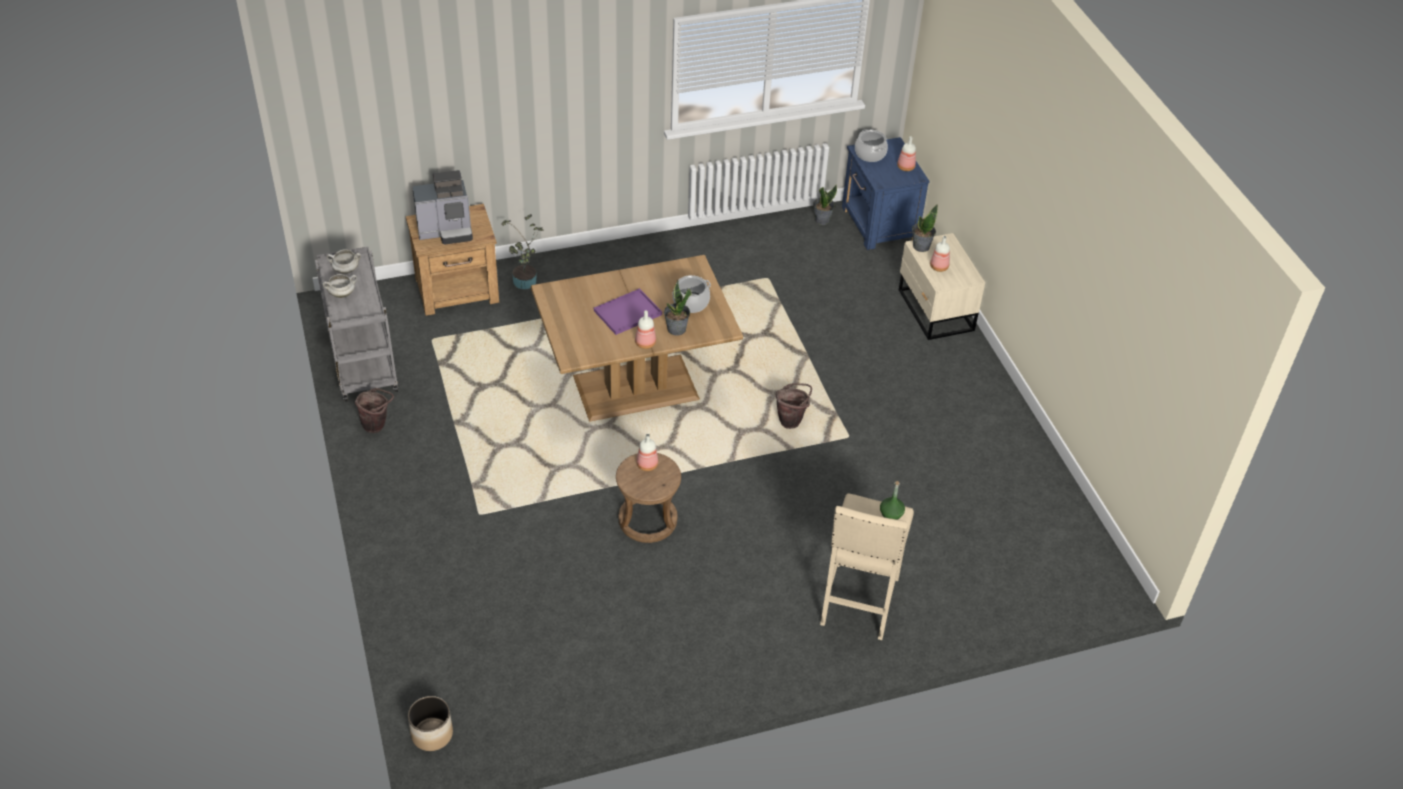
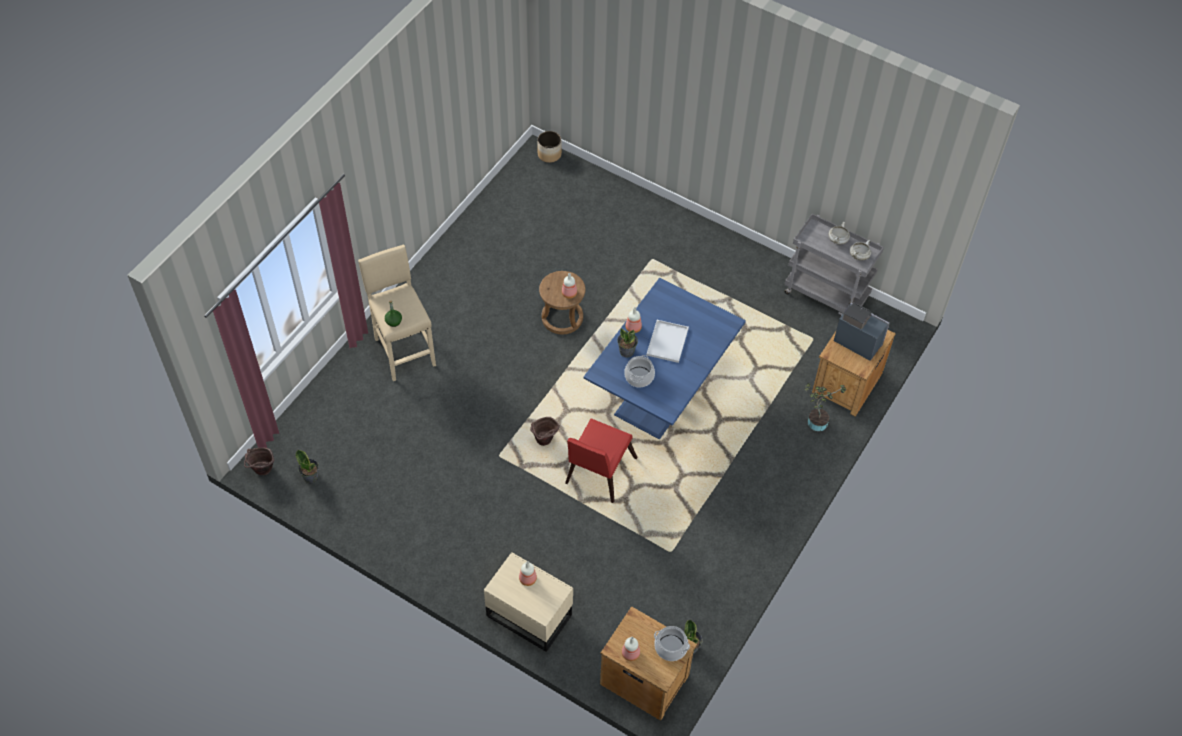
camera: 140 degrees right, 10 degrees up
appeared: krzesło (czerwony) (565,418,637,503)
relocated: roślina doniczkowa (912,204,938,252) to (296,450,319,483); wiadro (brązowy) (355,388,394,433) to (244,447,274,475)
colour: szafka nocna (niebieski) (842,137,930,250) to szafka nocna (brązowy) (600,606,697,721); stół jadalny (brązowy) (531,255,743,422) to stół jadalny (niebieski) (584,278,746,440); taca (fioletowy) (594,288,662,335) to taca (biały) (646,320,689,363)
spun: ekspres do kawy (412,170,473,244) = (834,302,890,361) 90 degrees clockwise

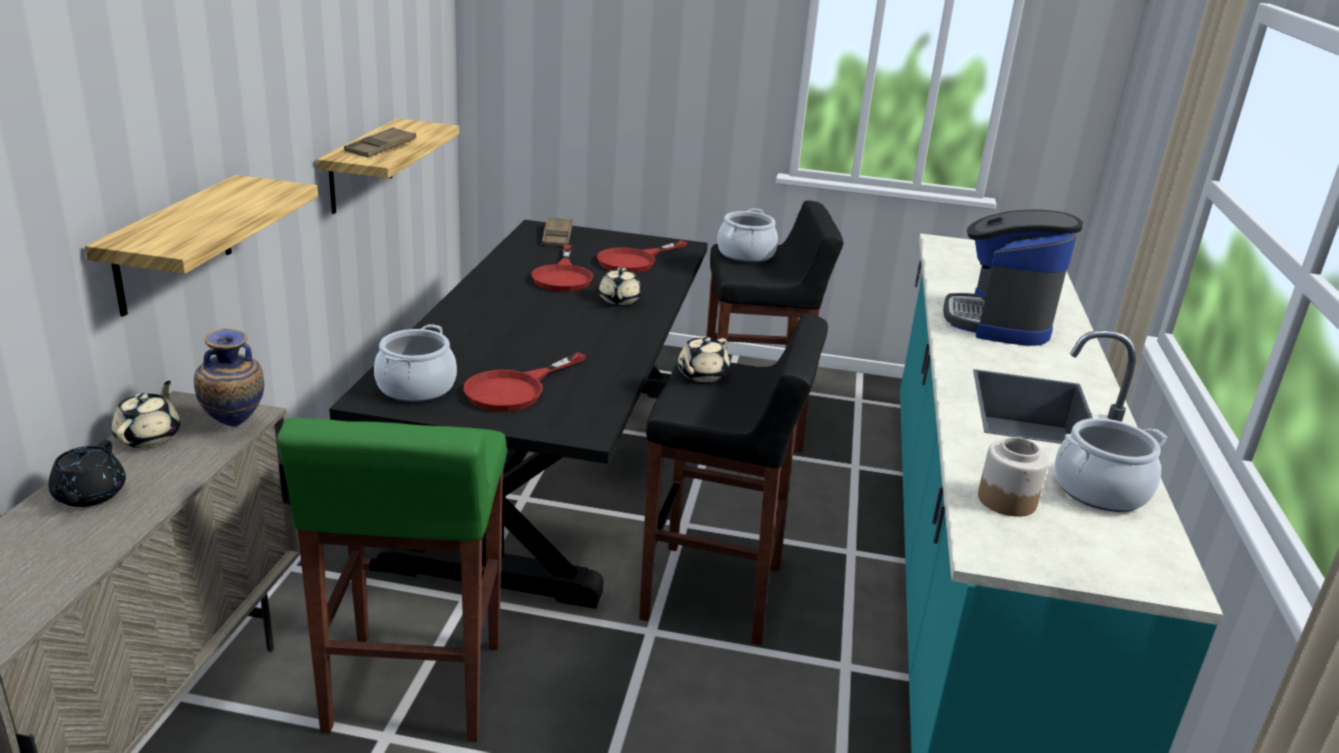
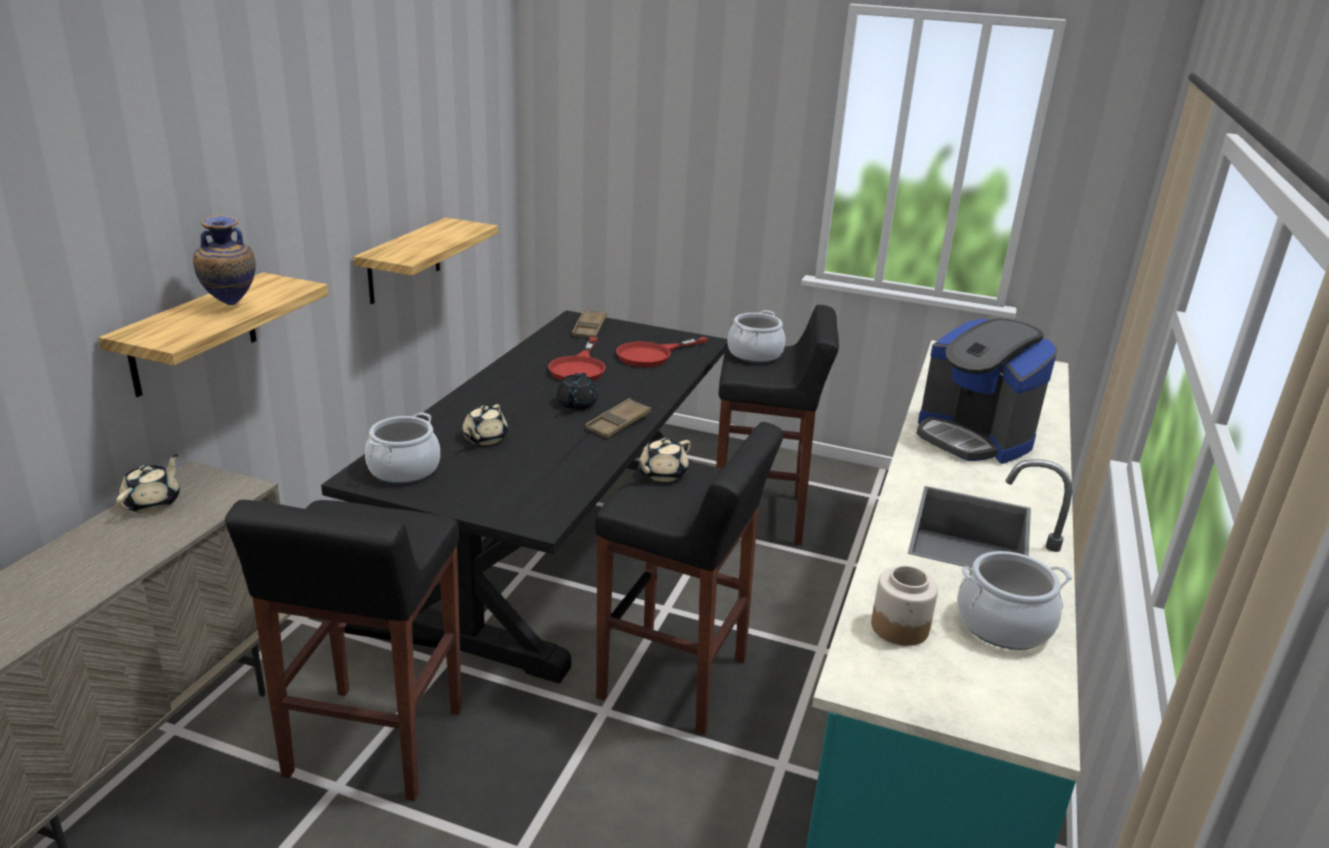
camera: 10 degrees right, 0 degrees up
missing: patelnia (czerwony) (463,352,586,412)
relocated: taca (brązowy) (344,127,416,157) to (585,398,651,439); imbryk (beżowy) (598,267,641,305) to (462,404,508,445); wazon (194,328,264,427) to (193,215,256,305); imbryk (czarny) (48,440,126,507) to (556,373,598,410)
colour: stołek (zielony) (277,418,507,742) to stołek (czarny) (225,500,462,801)
spun: ekspres do kawy (943,209,1083,346) = (916,318,1057,464) 60 degrees counterclockwise

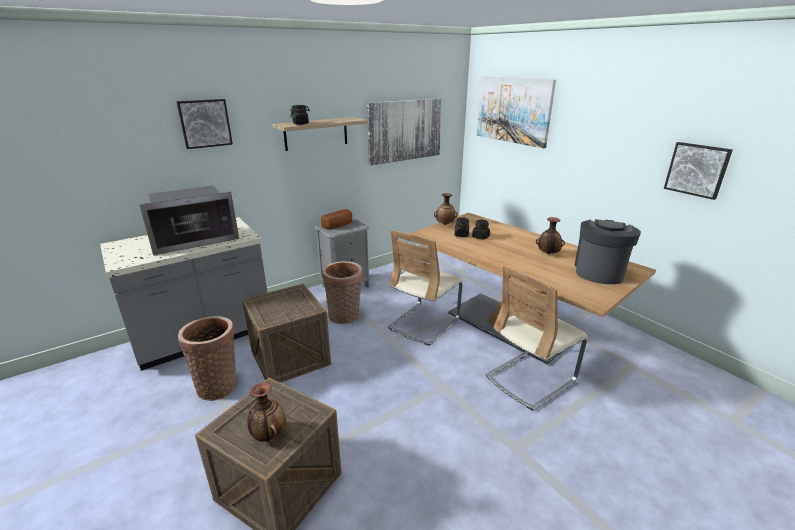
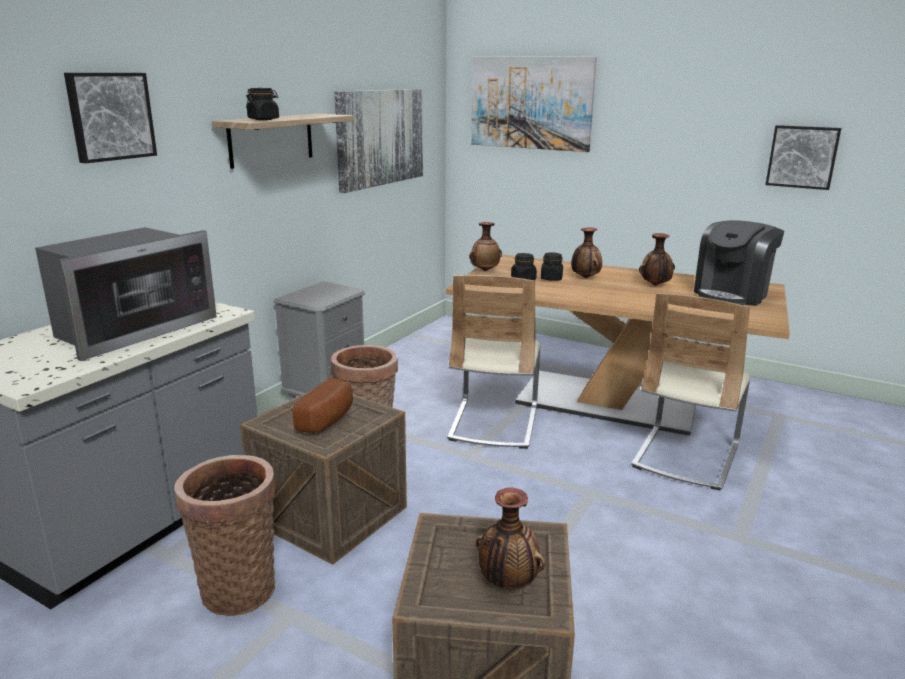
camera: 25 degrees left, 5 degrees down
appeared: wazon (571,228,602,278)
relocated: chleb (321,209,352,229) to (293,378,353,433)
spun: ekspres do kawy (575,219,641,284) = (694,220,784,306) 135 degrees counterclockwise

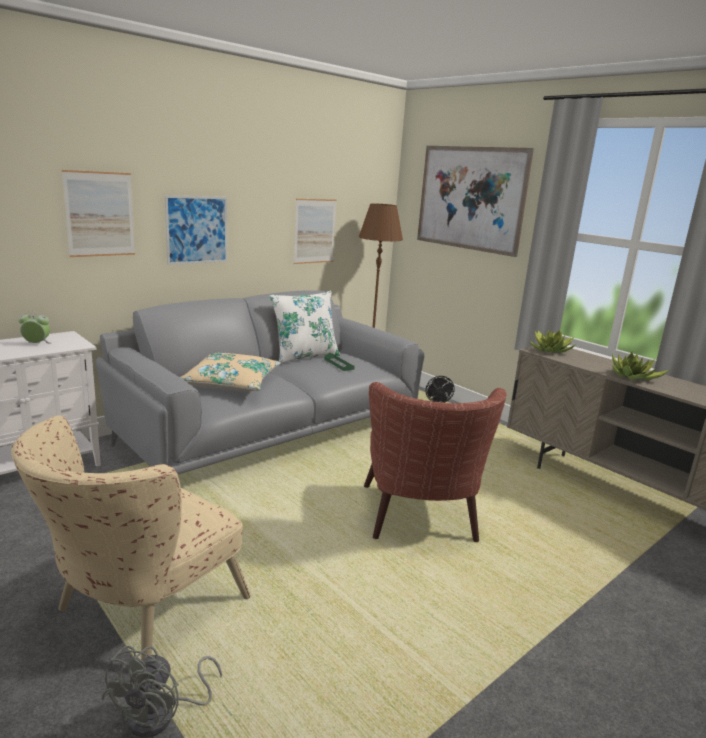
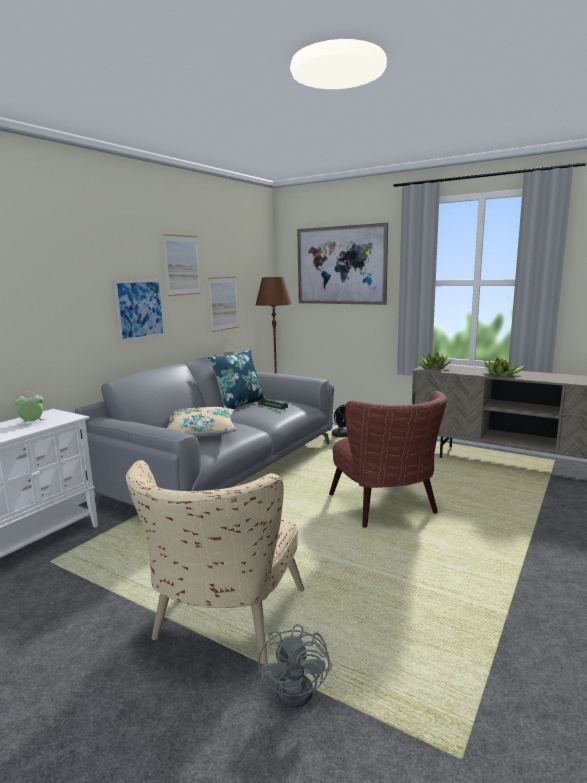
camera: 15 degrees left, 5 degrees down
relocated: obraz (62,170,135,257) to (163,234,201,296)
colour: poduszka (biały) (269,291,340,363) to poduszka (niebieski) (207,349,266,409)

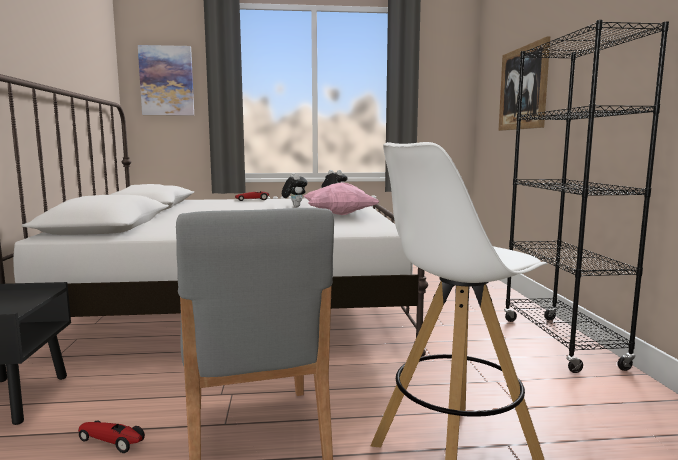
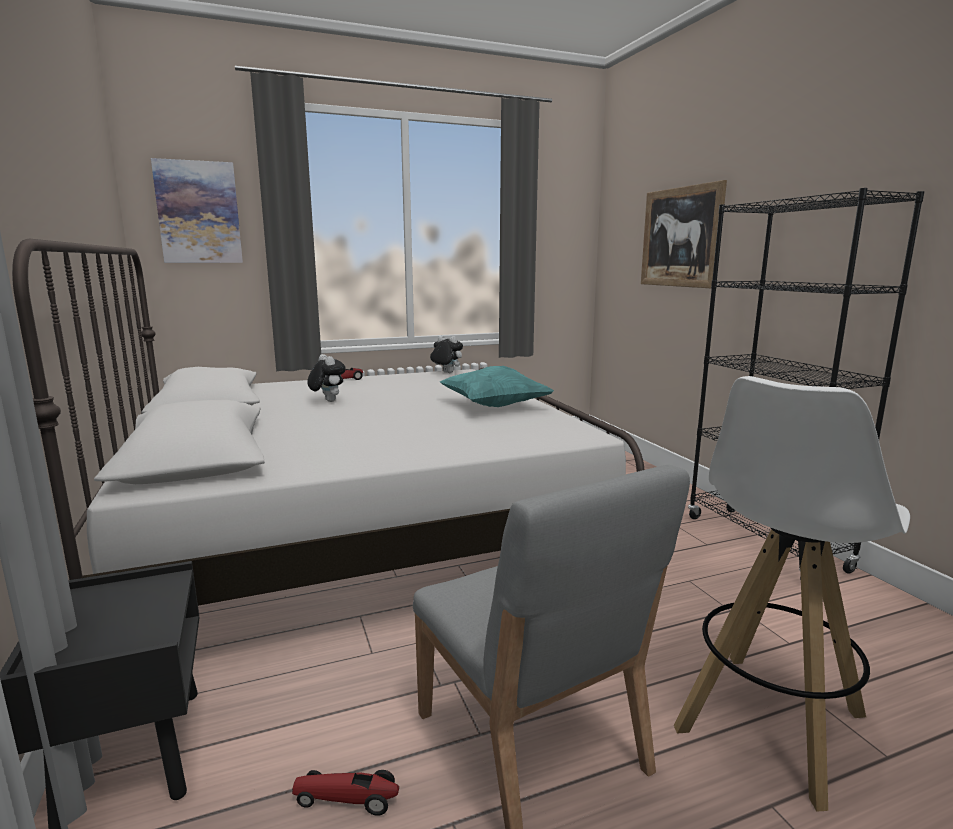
camera: 15 degrees left, 5 degrees up
relocated: pluszak (282,173,308,207) to (307,354,346,402)
colour: poduszka (różowy) (304,183,379,215) to poduszka (turkusowy) (440,366,554,407)

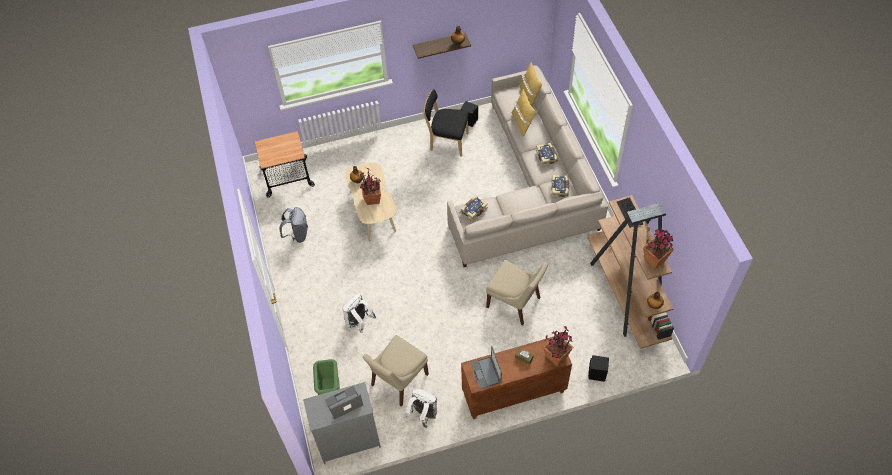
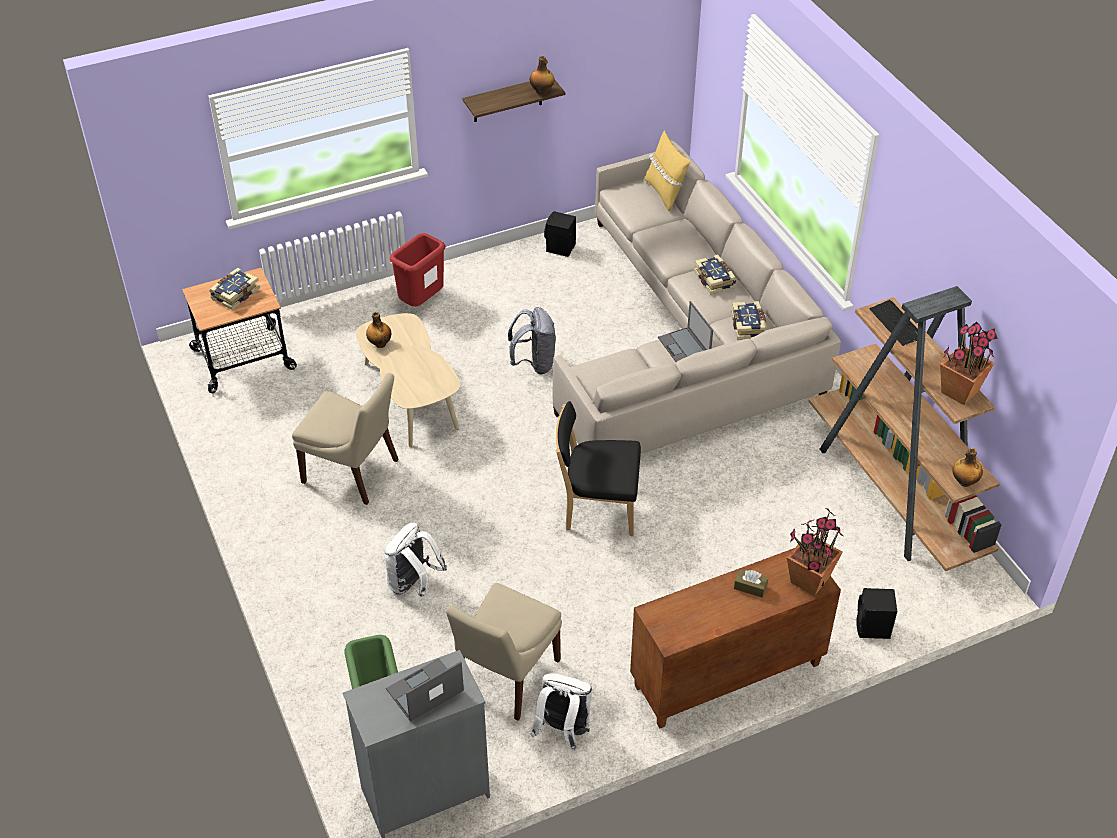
camera: 10 degrees left, 10 degrees down
missing: poduszka (żółty) (512,89,536,137); roślina doniczkowa (359,168,382,205)
appeared: kosz na śmieci (czerwony) (390,233,446,306)
relocated: krzesło (czarny) (423,89,469,157) to (556,401,641,536); książka (460,196,488,222) to (209,268,260,310); plecak (szary) (280,207,308,243) to (508,307,556,374); krzesło (beżowy) (486,260,548,326) to (292,373,399,505); laptop (470,346,502,389) to (658,301,713,362)

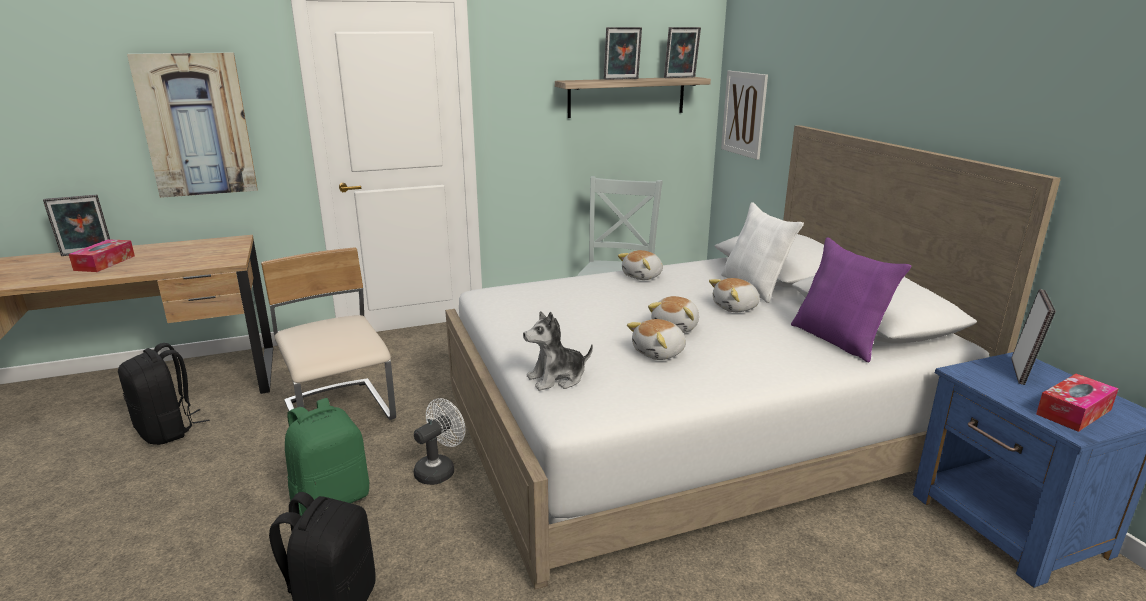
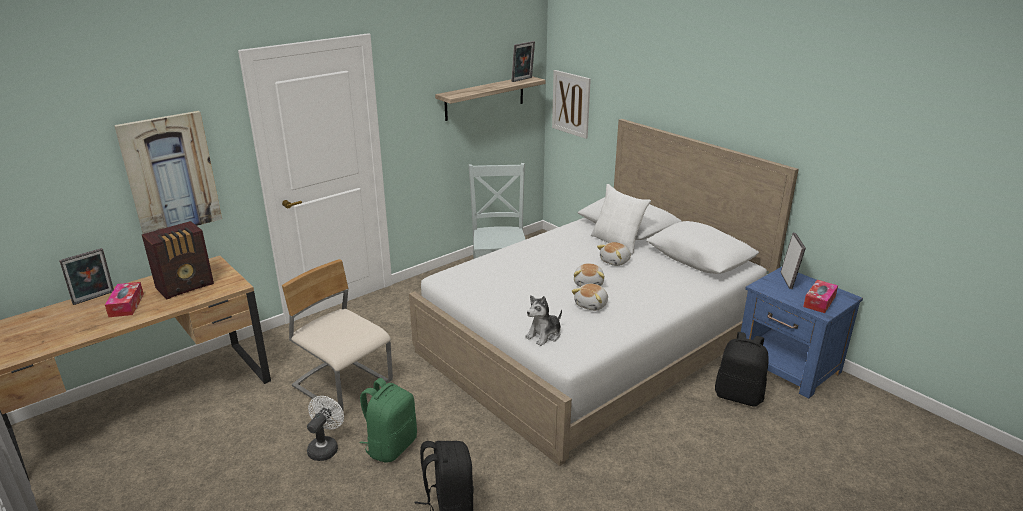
camera: 20 degrees left, 5 degrees up
missing: ramka na zdjęcie (604,27,642,80); poduszka (fioletowy) (791,237,911,362); pluszak (618,250,663,280)
appeared: radio (142,221,214,299)
relocated: plecak (czarny) (118,343,209,445) to (715,332,769,407); wentylator (biały) (414,398,465,485) to (307,396,344,461)

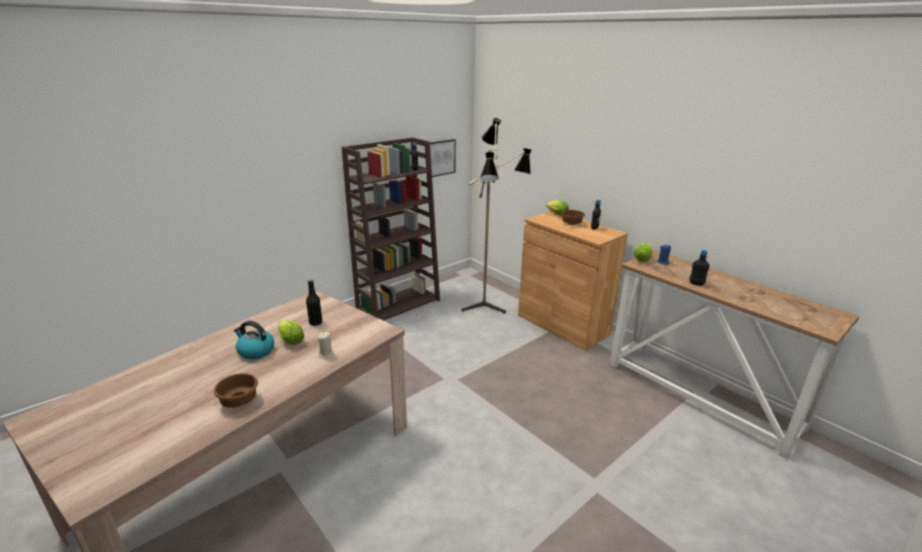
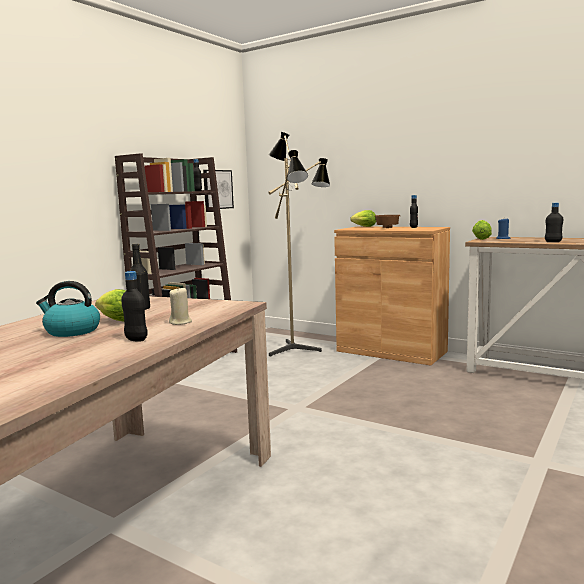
camera: 15 degrees left, 15 degrees down
missing: miska (brązowy) (214,373,258,408)
appeared: butelka (czarny) (121,271,148,342)

